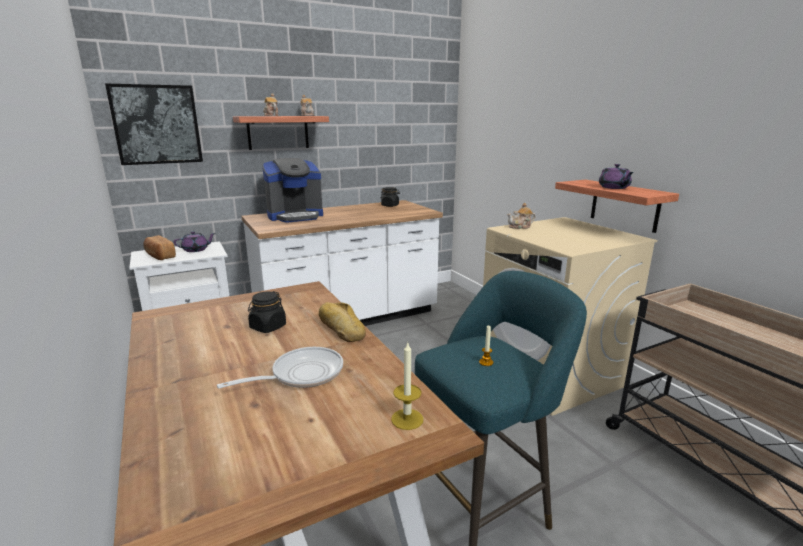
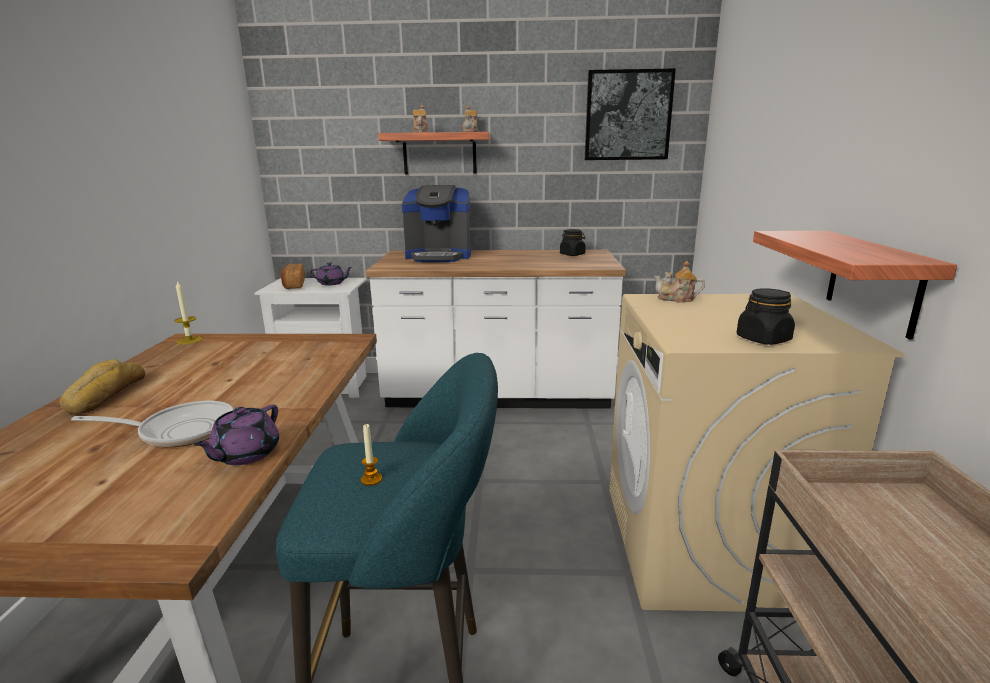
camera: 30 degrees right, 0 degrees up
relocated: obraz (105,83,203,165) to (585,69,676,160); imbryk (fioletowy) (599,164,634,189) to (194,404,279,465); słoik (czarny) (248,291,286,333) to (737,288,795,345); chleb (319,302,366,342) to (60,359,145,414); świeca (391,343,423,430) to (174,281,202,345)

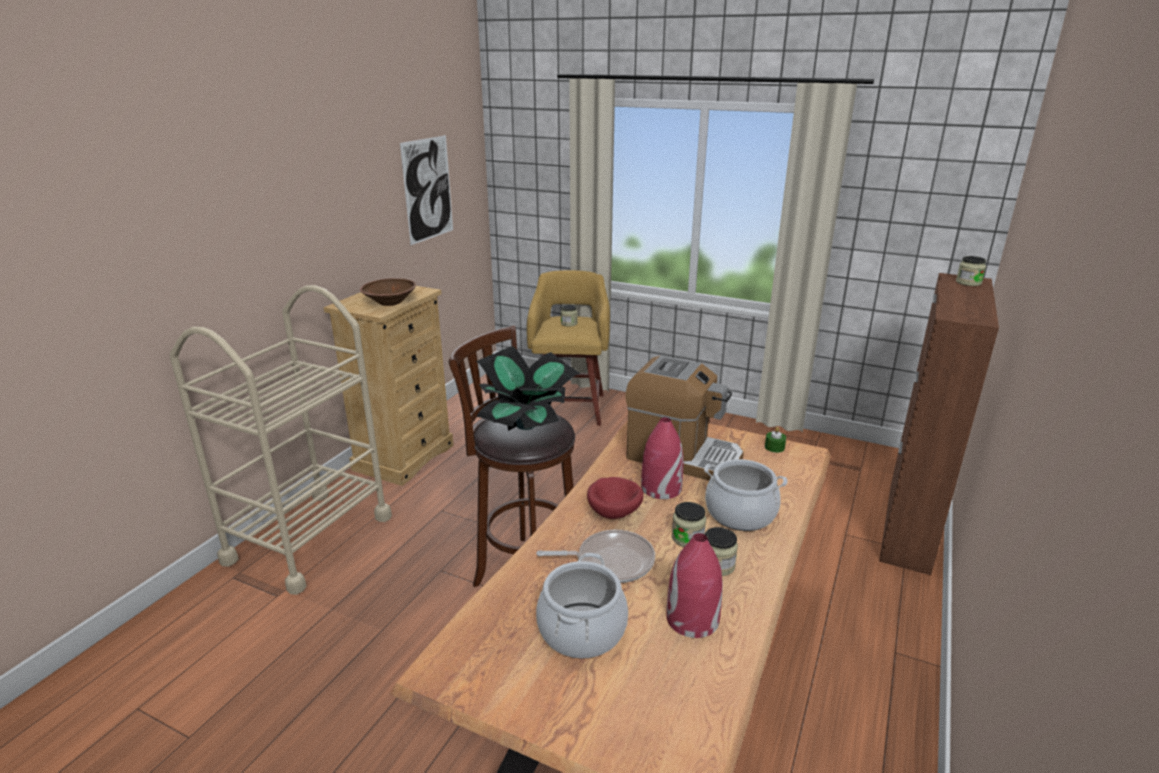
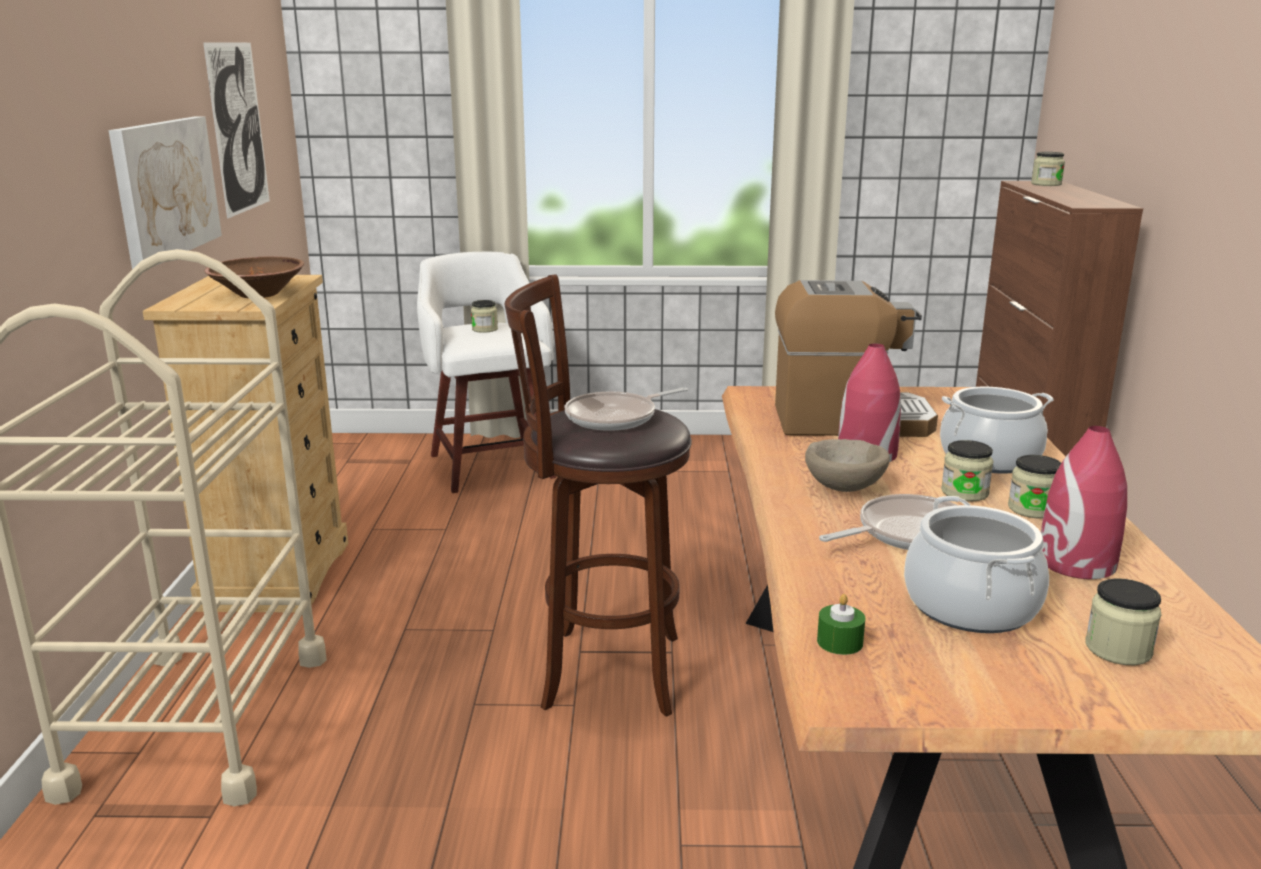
camera: 25 degrees left, 5 degrees down
appeared: obraz (108,116,222,269); słoik (1085,578,1162,665)
relocated: świeca (zielony) (765,427,786,453) to (817,594,865,655)
exchanged: roślina doniczkowa (476,346,580,431) to patelnia (565,387,688,431)
colour: stołek (żółty) (527,270,610,426) to stołek (biały) (417,252,556,493); miska (czerwony) (587,477,644,519) to miska (beżowy) (805,439,890,492)

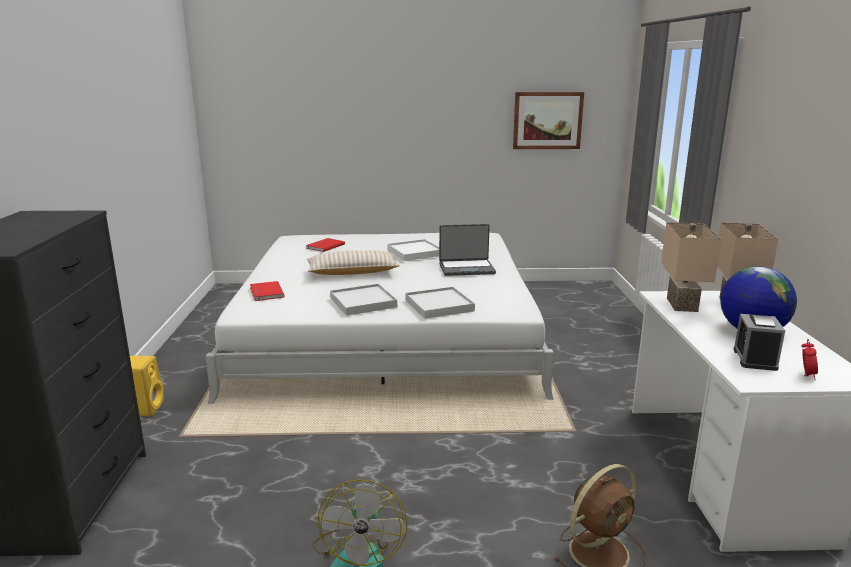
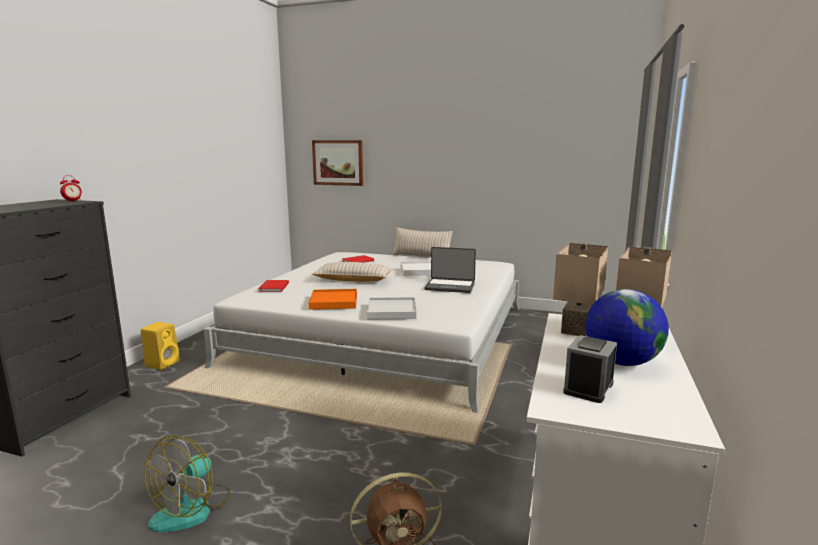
camera: 20 degrees right, 5 degrees down
appeared: poduszka (beżowy) (393,227,453,257)
relocated: obraz (513,92,584,149) to (312,140,363,186); budzik (801,339,818,379) to (60,175,82,202)
colour: taca (biały) (330,284,397,316) to taca (pomarańczowy) (309,289,357,310)

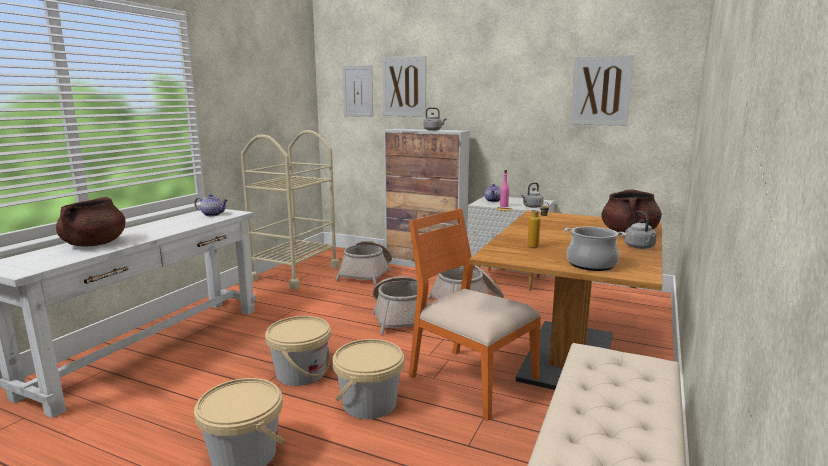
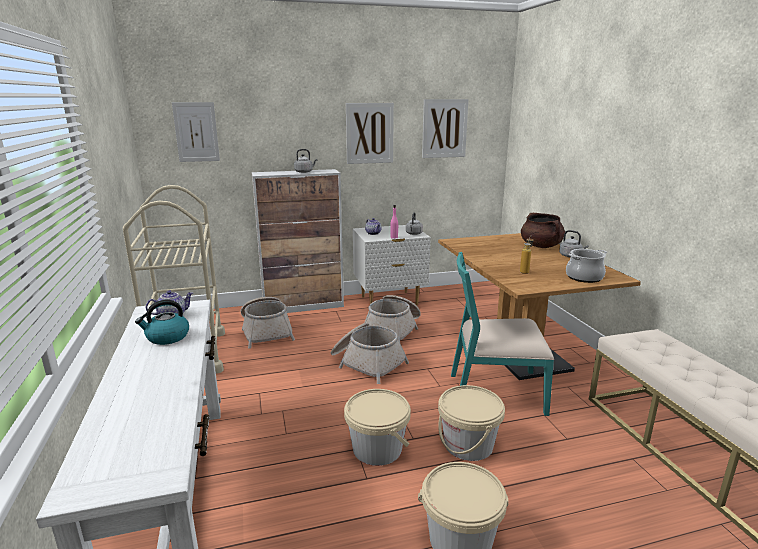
camera: 40 degrees left, 5 degrees up
missing: garnek (brązowy) (56,197,125,246)
appeared: czajnik (135,300,189,345)
relocated: obraz (382,56,426,117) to (346,103,394,164)
colour: krzesło (pomarańczowy) (409,208,541,420) to krzesło (turkusowy) (451,252,554,416)

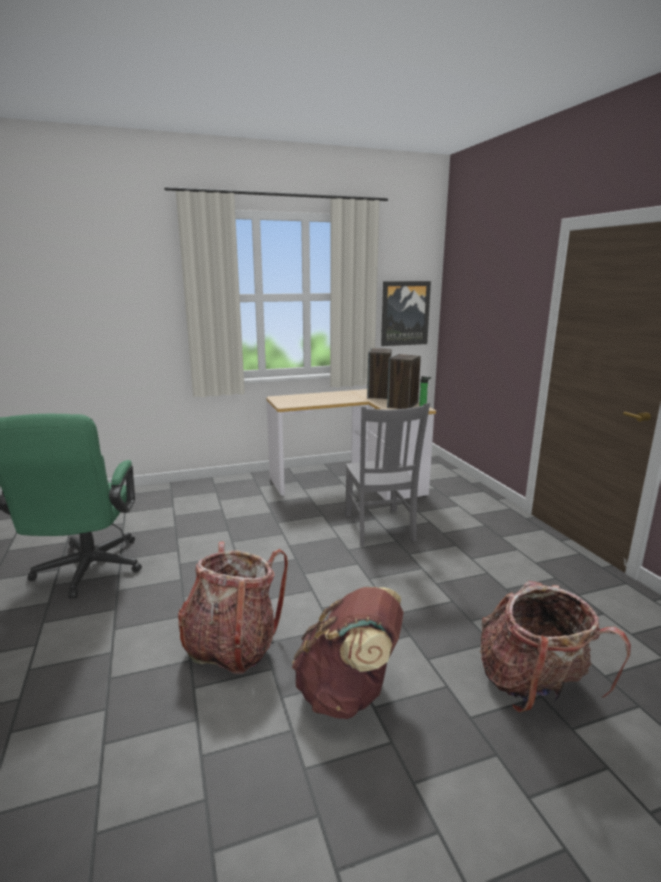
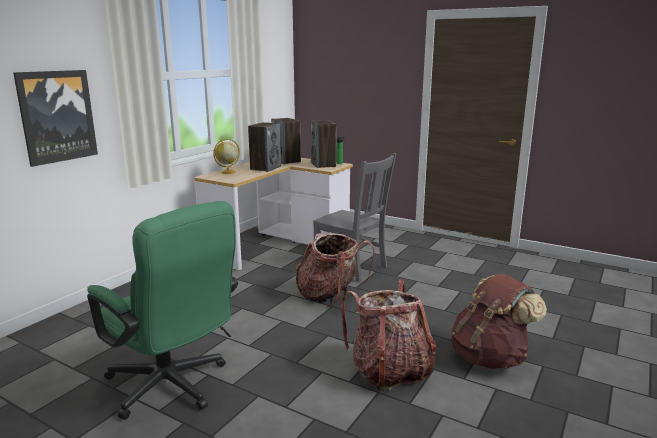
camera: 40 degrees left, 0 degrees up
appeared: głośnik (248,122,281,172); globus (213,138,240,174)
relocated: obraz (381,281,431,346) to (13,70,98,167); plecak (480,581,631,713) to (295,232,375,307)

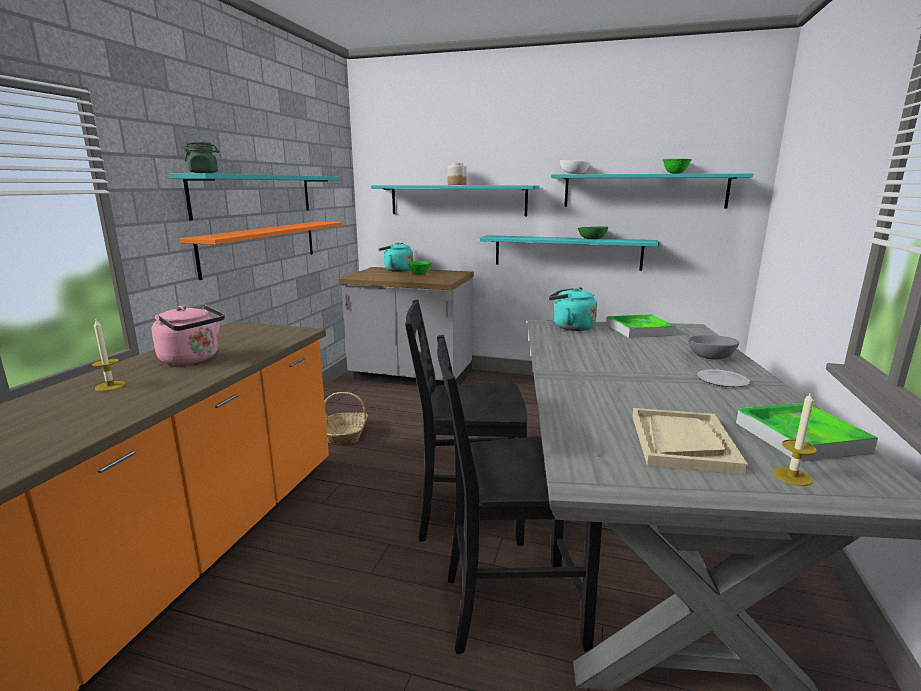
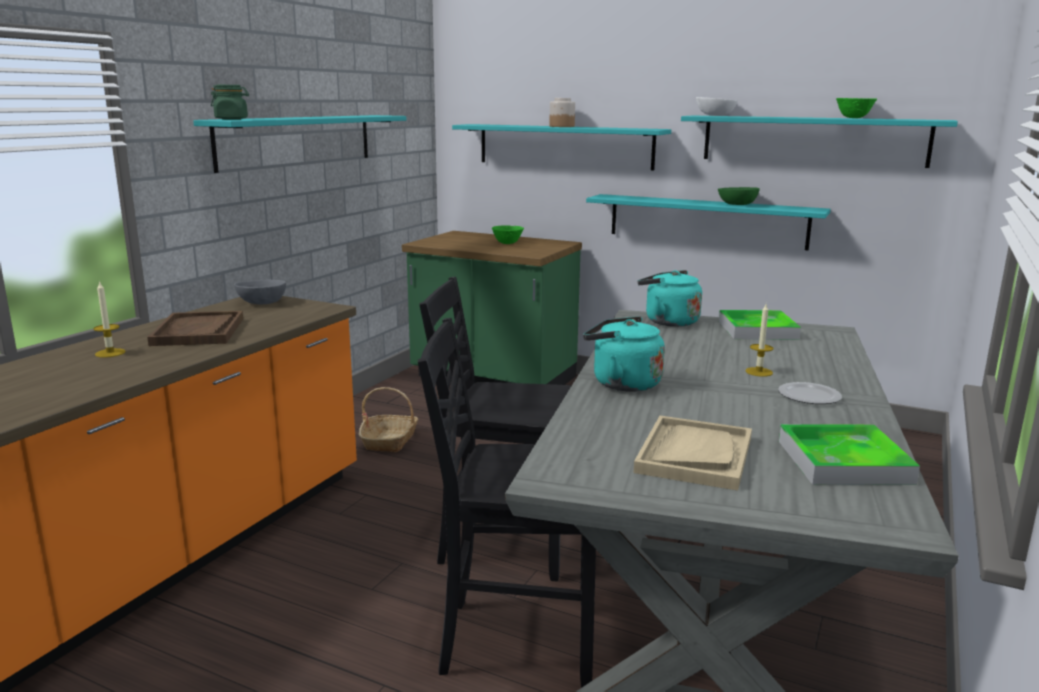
camera: 10 degrees right, 0 degrees up
missing: półka (pomarańczowy) (180,222,343,280)
relocated: czajnik (turkusowy) (378,242,413,272) to (583,316,665,392); miska (szary) (688,335,739,360) to (234,280,286,304); świeca (773,393,817,486) to (745,304,773,377)
exchanged: czajnik (różowy) (152,305,225,365) to taca (brązowy) (147,311,243,346)
colour: zabudowa kuchenna (szary) (338,267,474,386) to zabudowa kuchenna (zielony) (402,231,582,385)

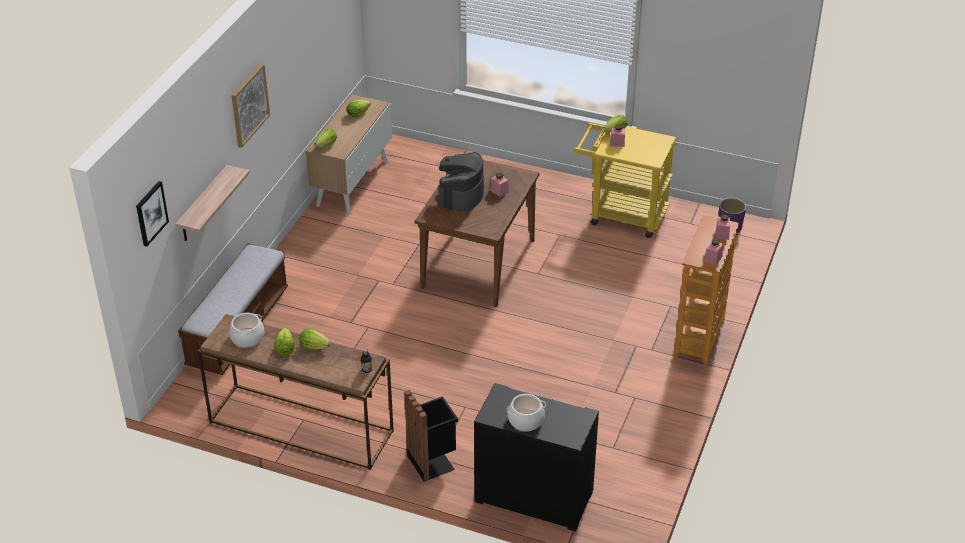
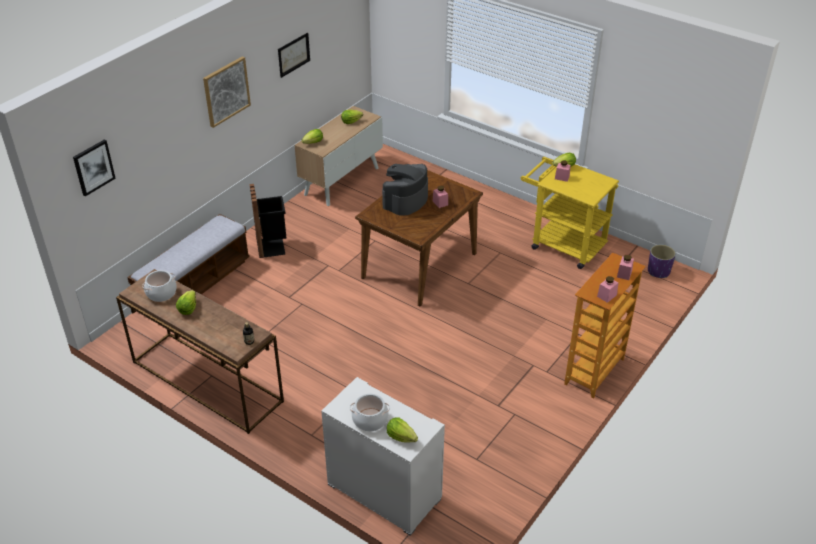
camera: 15 degrees right, 0 degrees up
missing: półka (175,165,250,241)
appeared: obraz (278,33,310,78)
relocated: sałata (300,328,331,350) to (387,418,418,443); kosz na śmieci (czarny) (404,390,458,482) to (250,184,286,258)
colour: komoda (czarny) (474,383,599,532) to komoda (biały) (321,377,445,536)

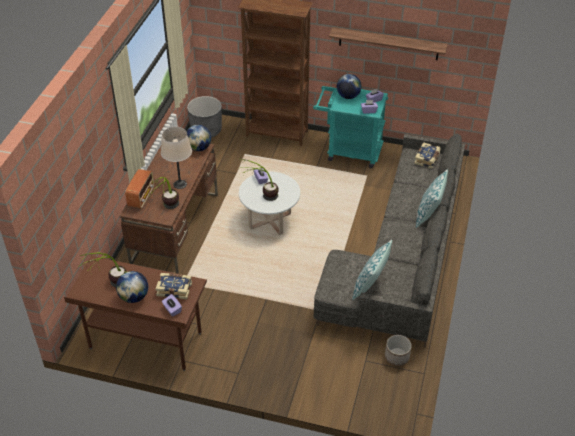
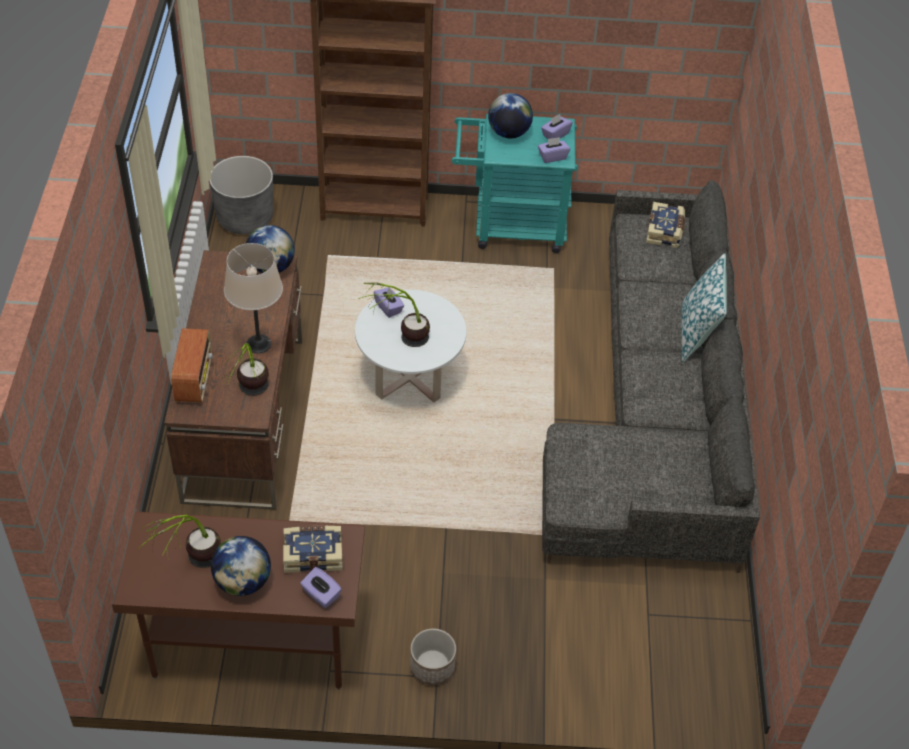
camera: 15 degrees left, 5 degrees up
missing: półka (329,27,448,60); poduszka (352,240,392,300)
relocated: donica (385,335,412,366) to (410,629,456,685)

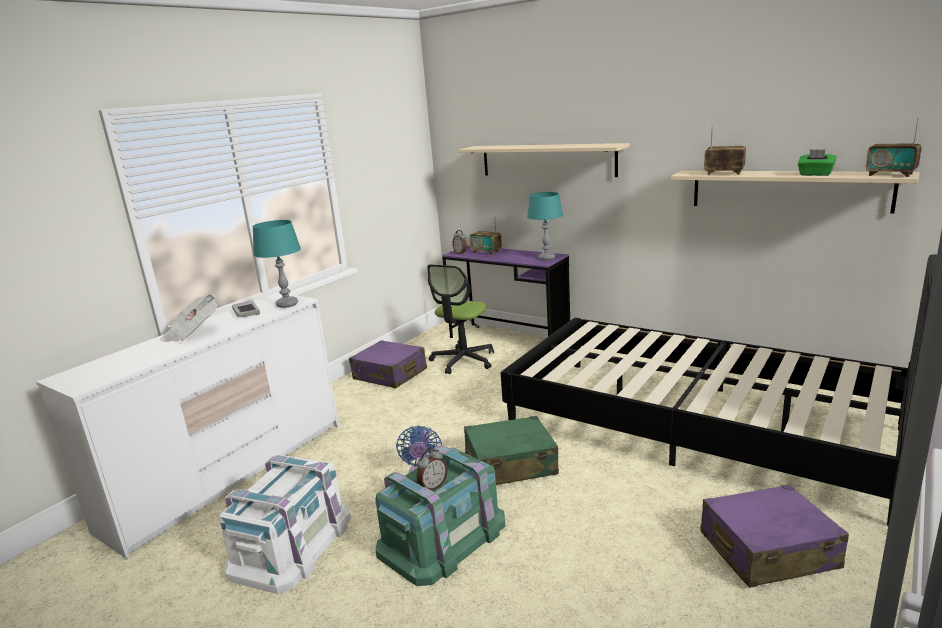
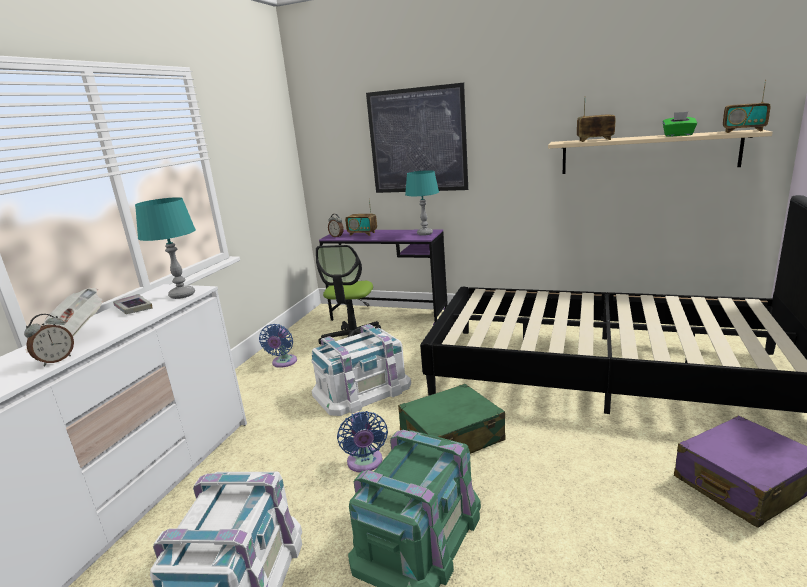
camera: 15 degrees left, 0 degrees up
appeared: pojemnik do przechowywania (biały) (311,324,411,416)
relocated: budzik (417,448,448,490) to (24,314,74,366)
exchanged: półka (beżowy) (458,143,630,177) to obraz (366,83,468,193); walizka (fioletowy) (349,340,427,388) to wentylator (niebieski) (259,324,297,368)

